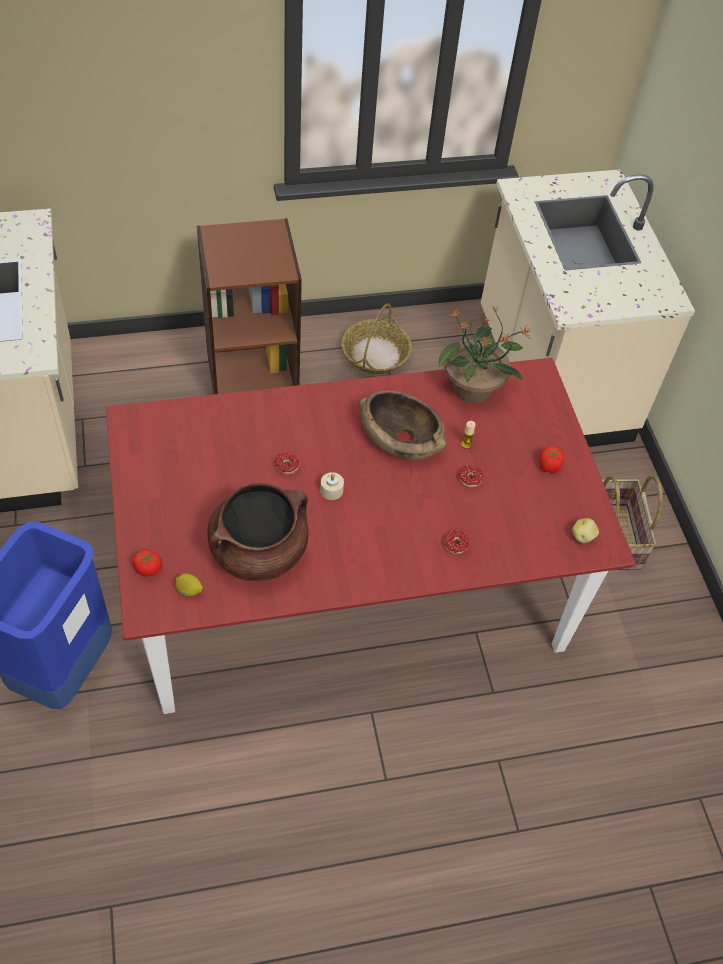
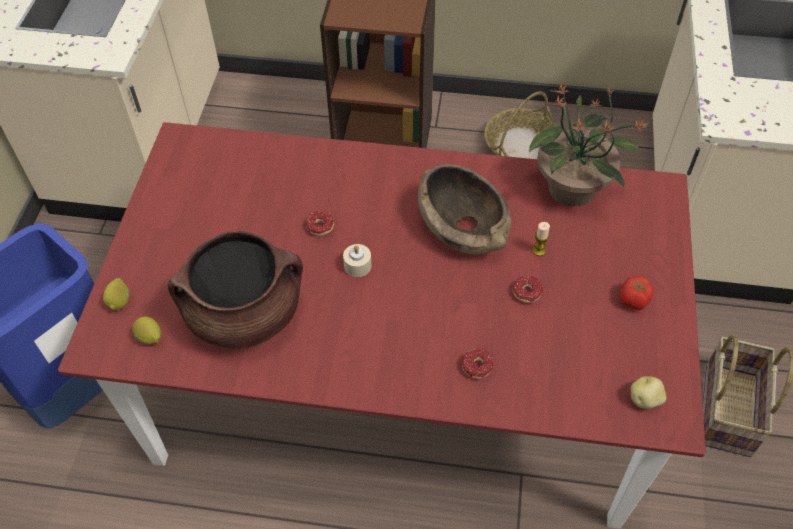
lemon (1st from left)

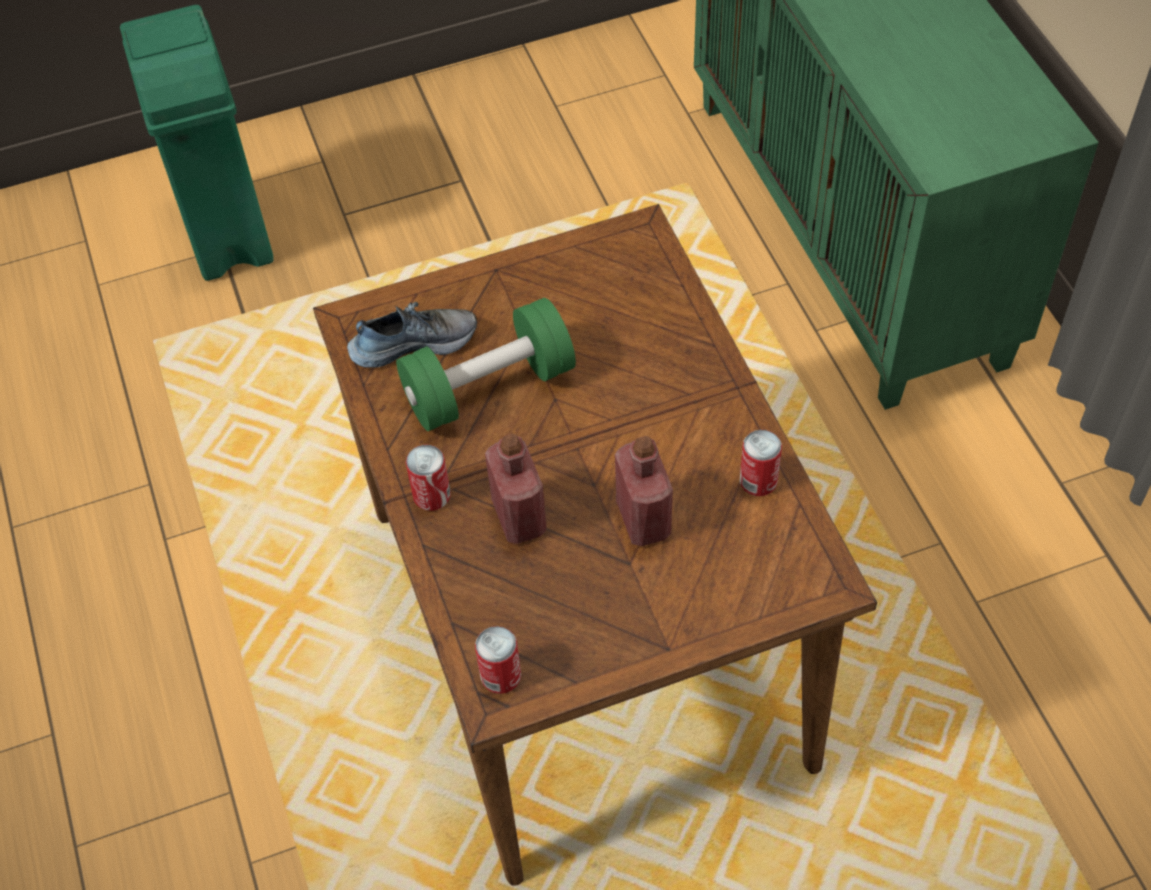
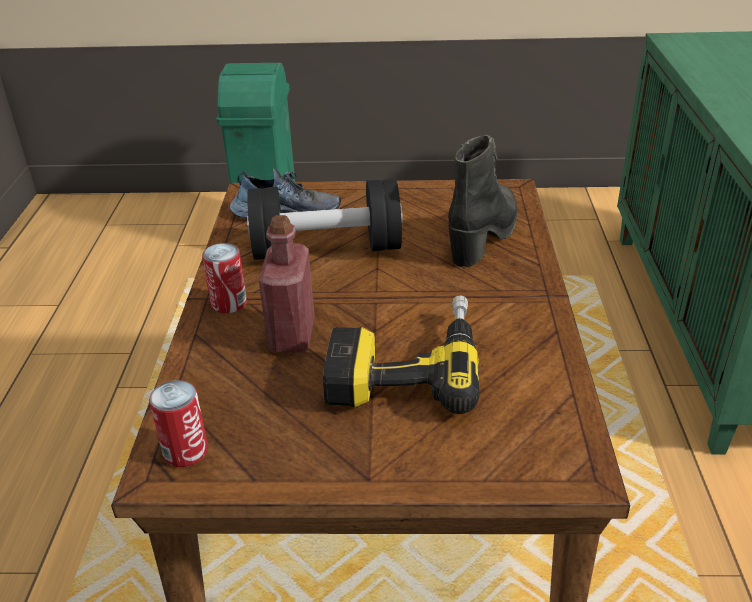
dumbbell in black
power drill
boot in black
can (3rd from left in the first image)

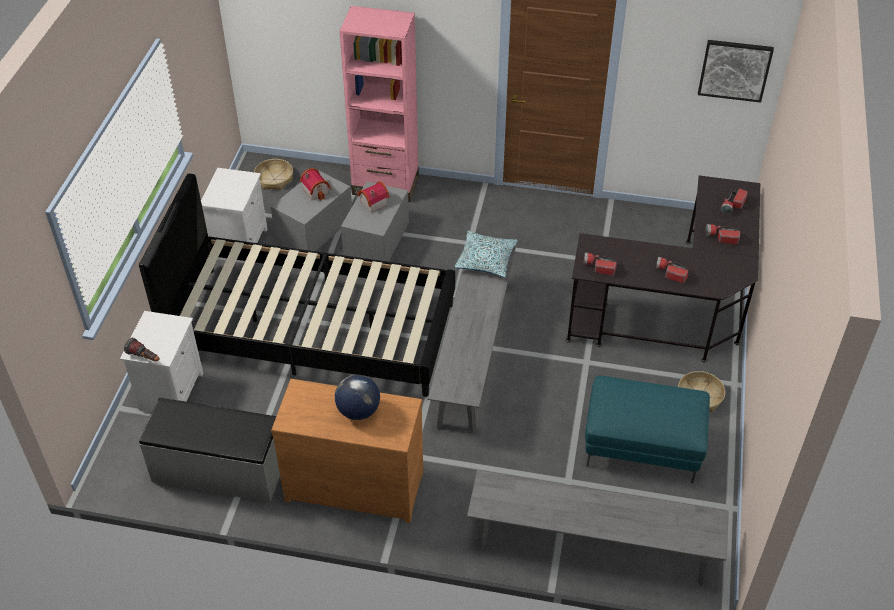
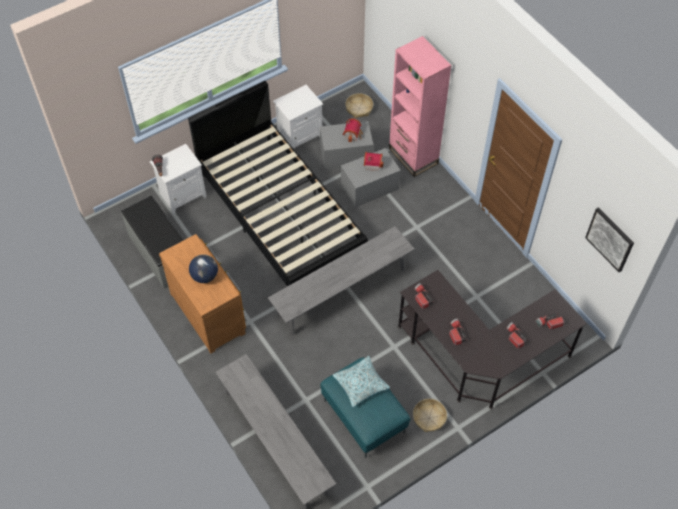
pillow

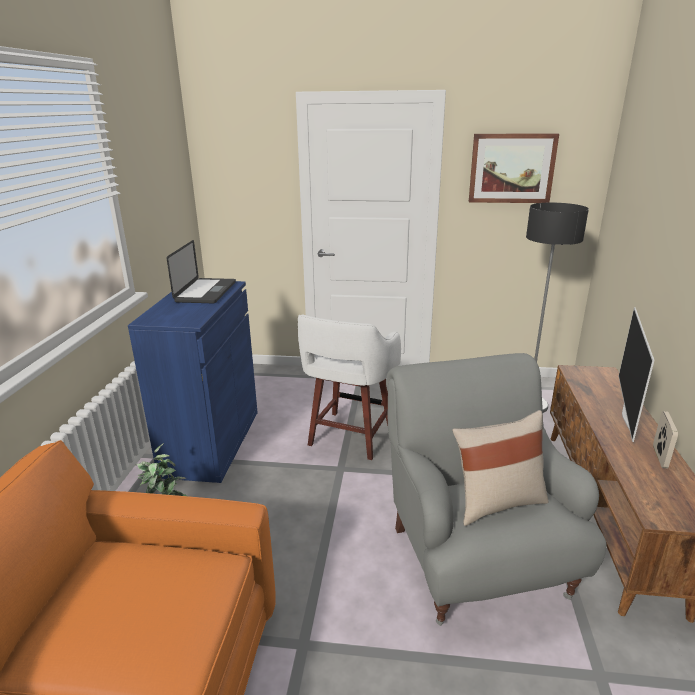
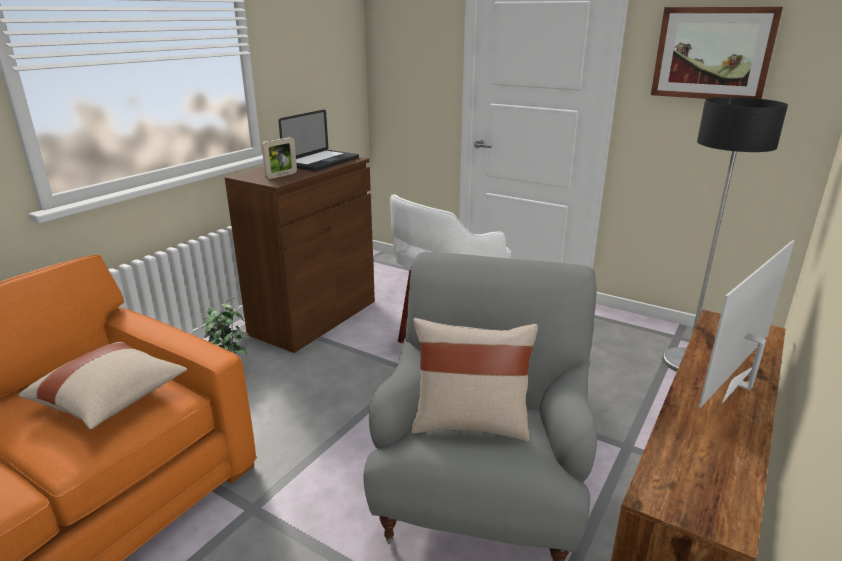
pillow in beige (1st from left)
cabinet in brown
picture frame

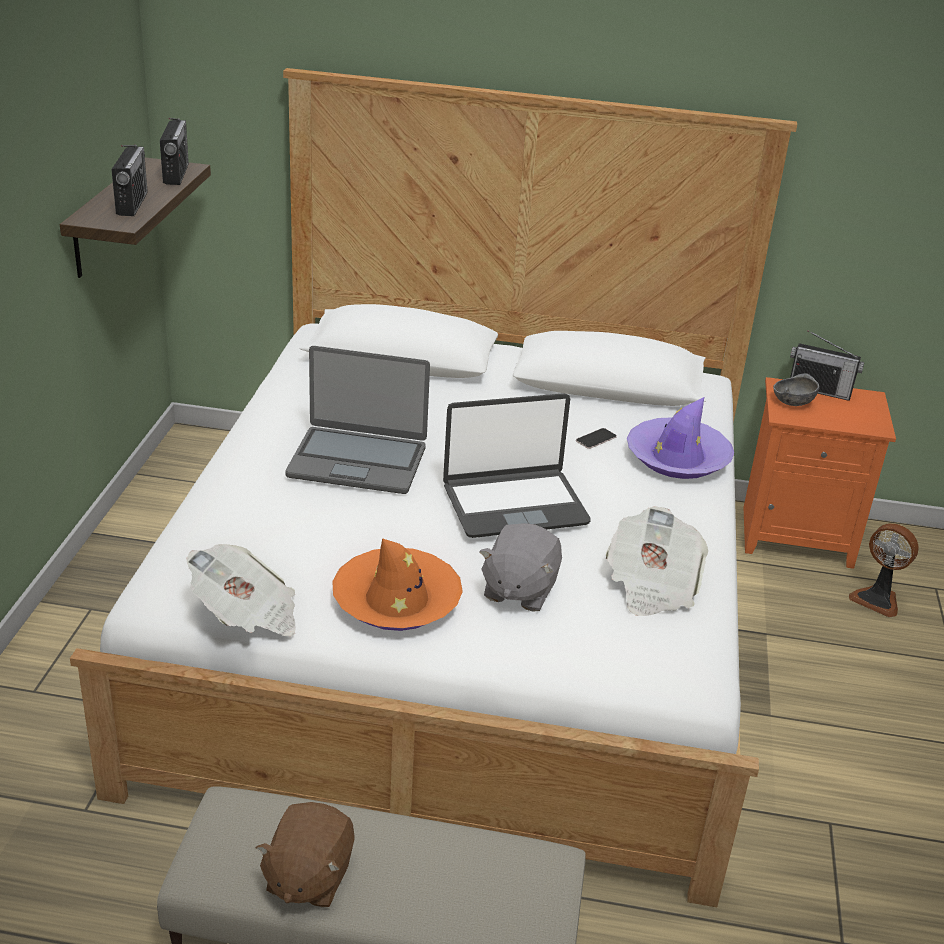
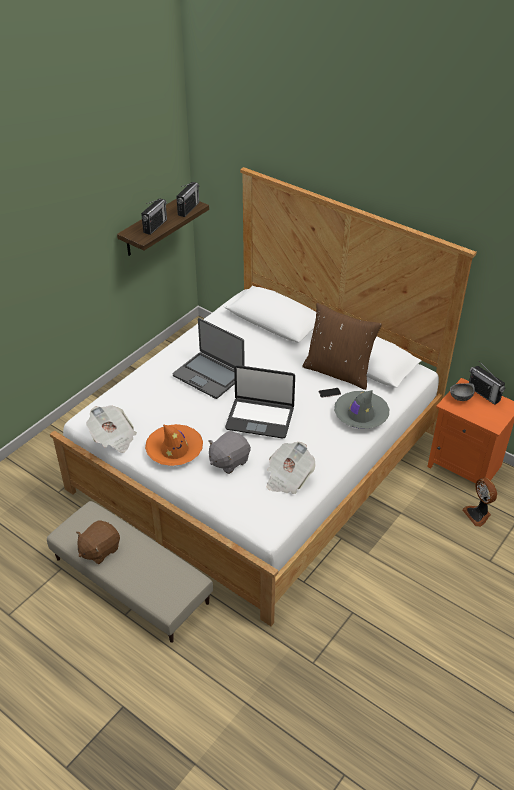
pillow in brown
hat in grey

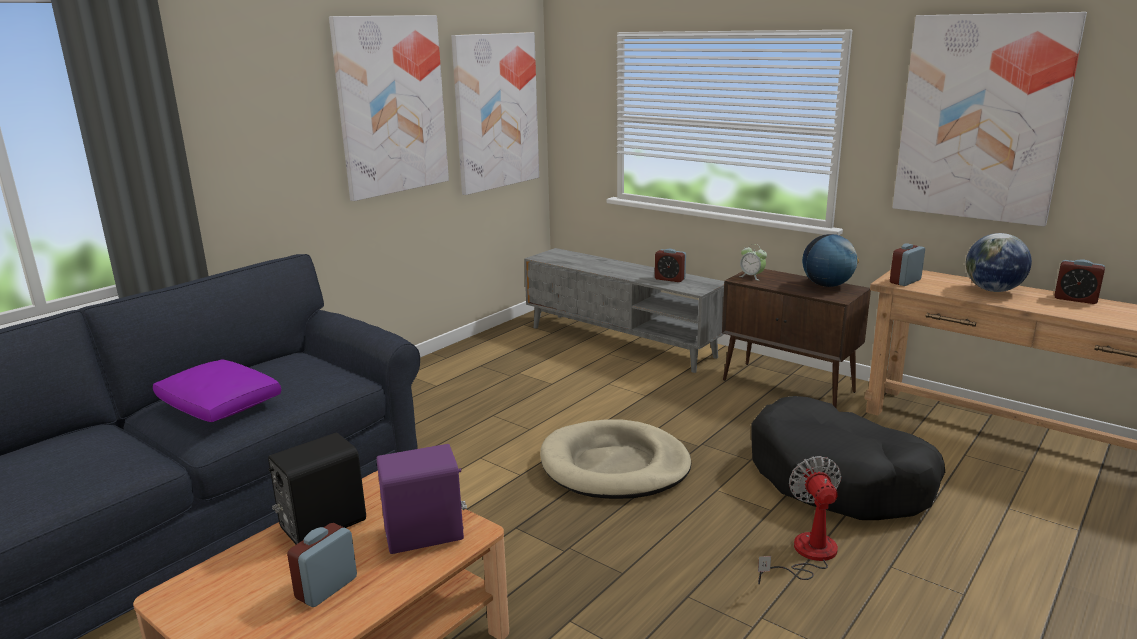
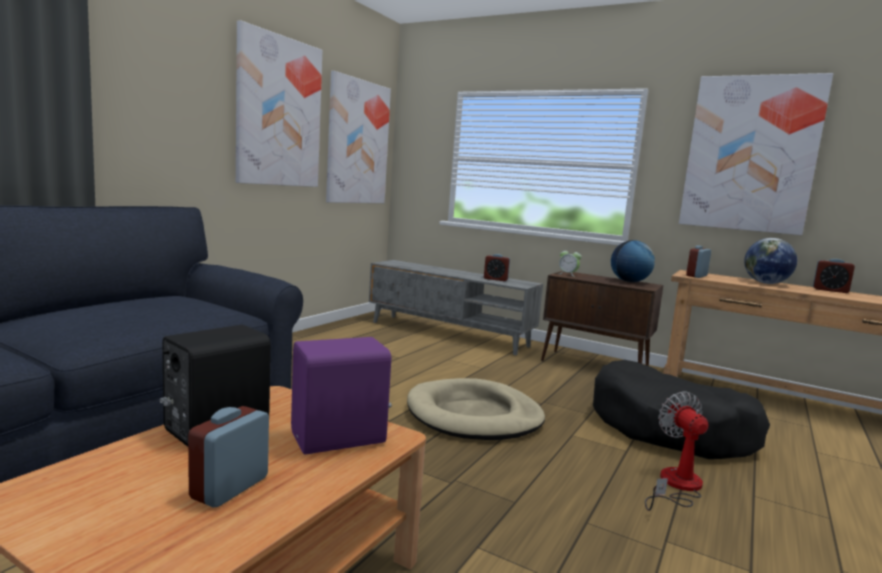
pillow in purple

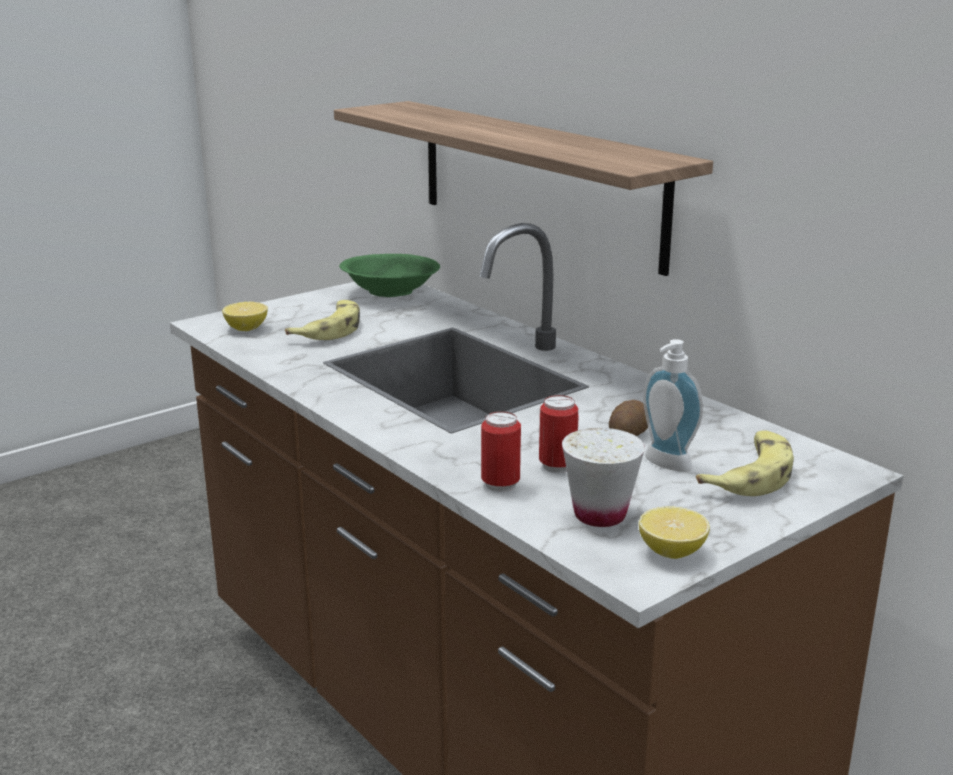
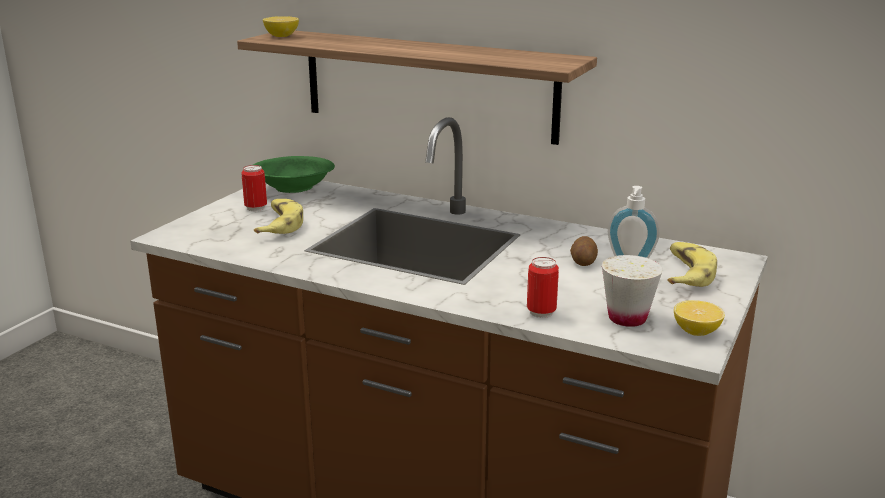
can (1st from left)
lemon (1st from left)

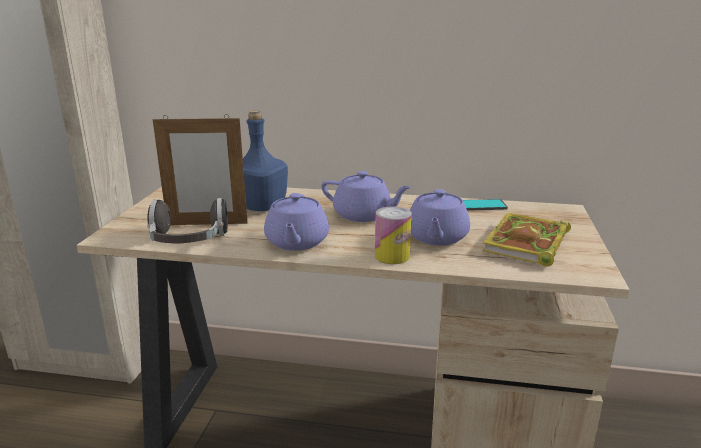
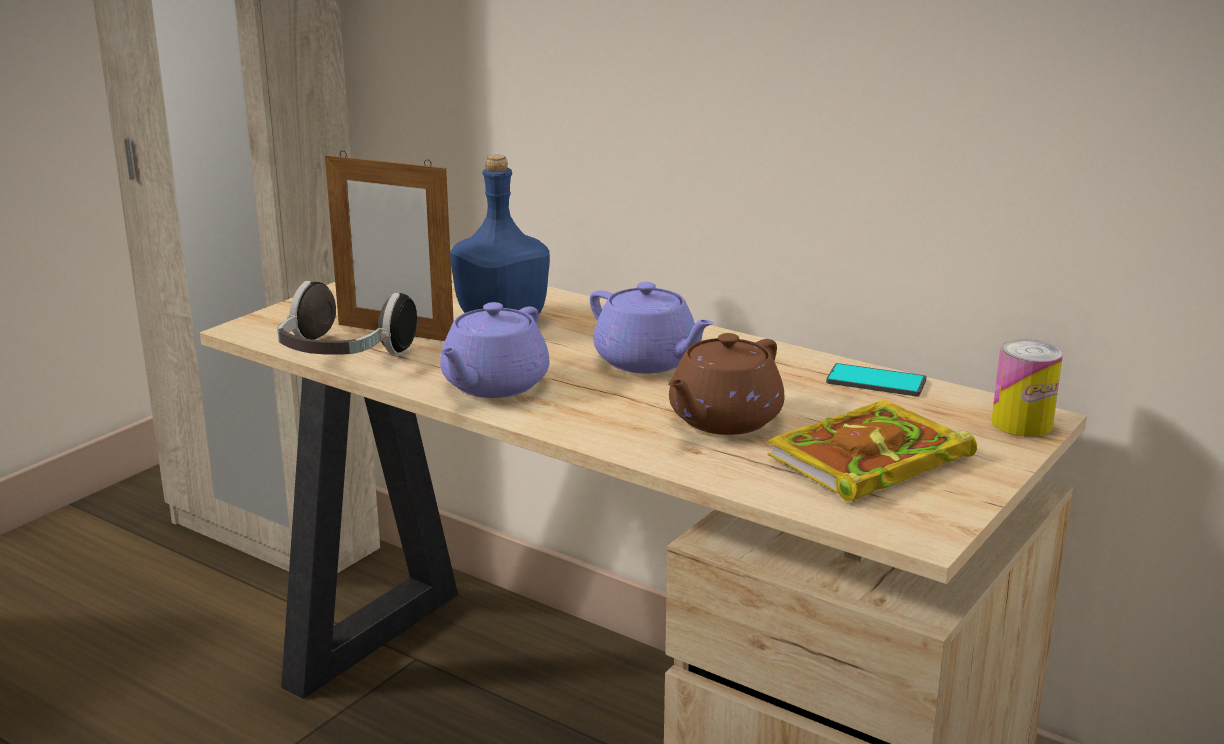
teapot in brown
can

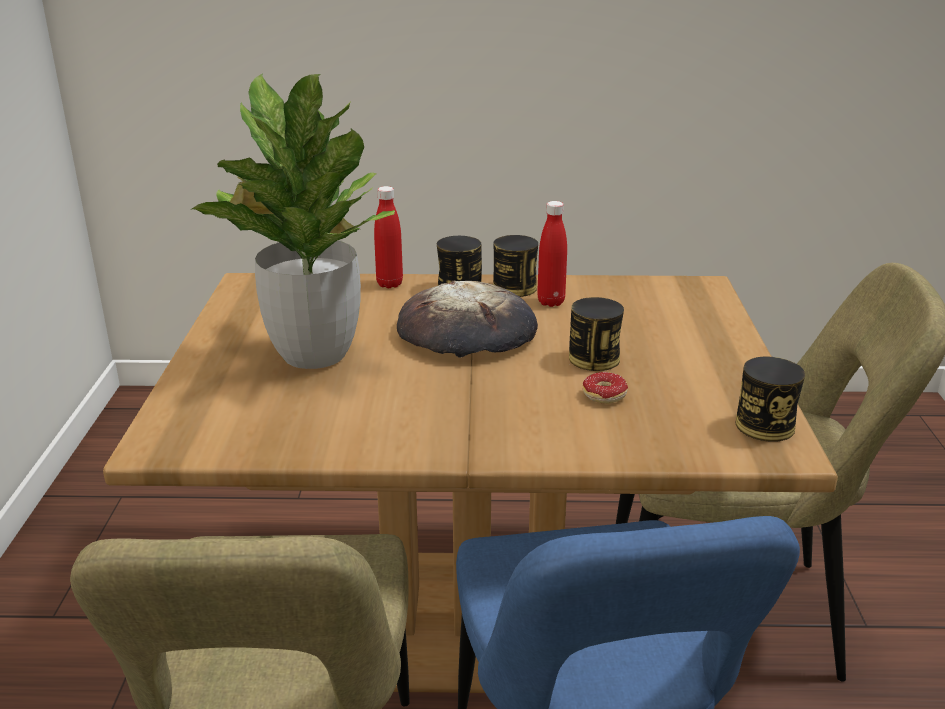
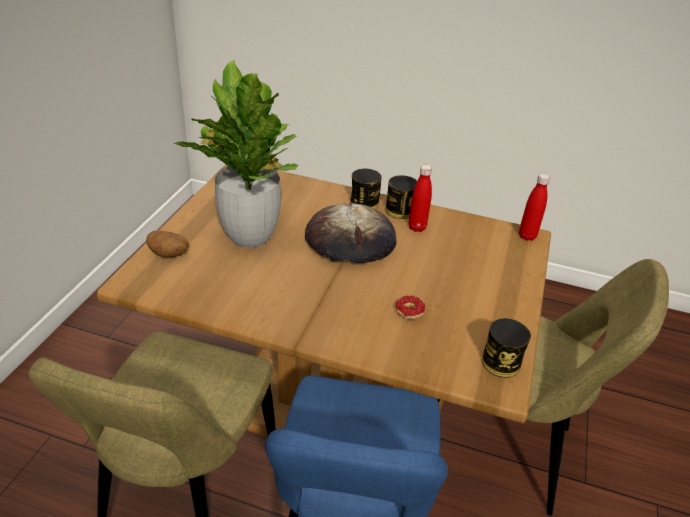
potato
bottle in red (2nd from left)
can (3rd from left in the first image)

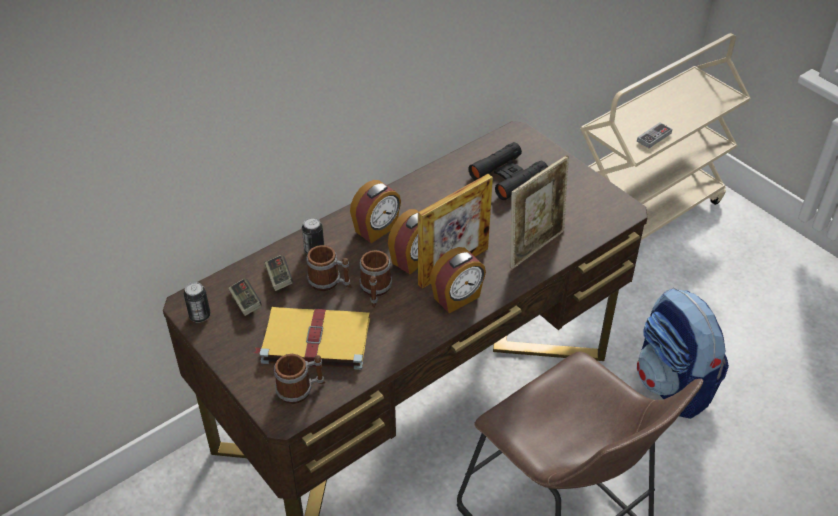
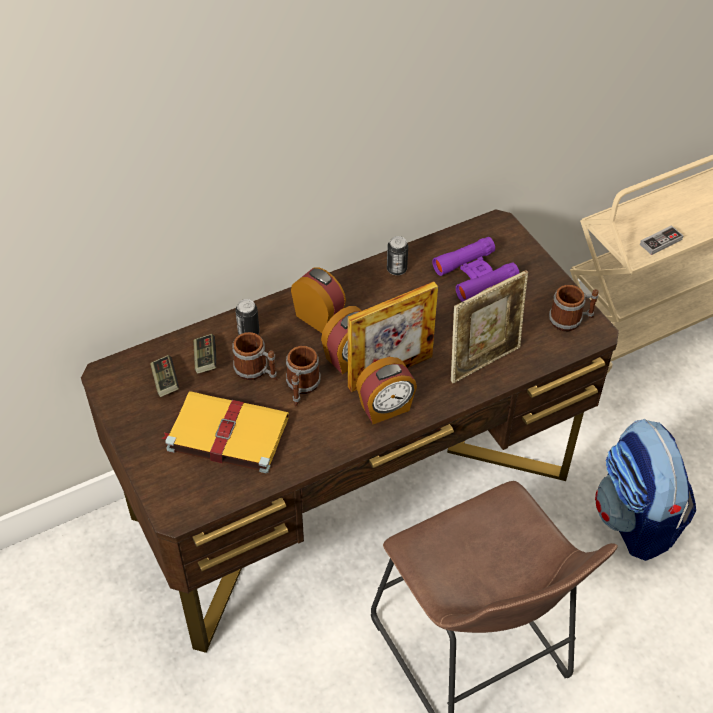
alarm clock (1st from left)
can (2nd from left)
binoculars in purple
mug (3rd from left)

